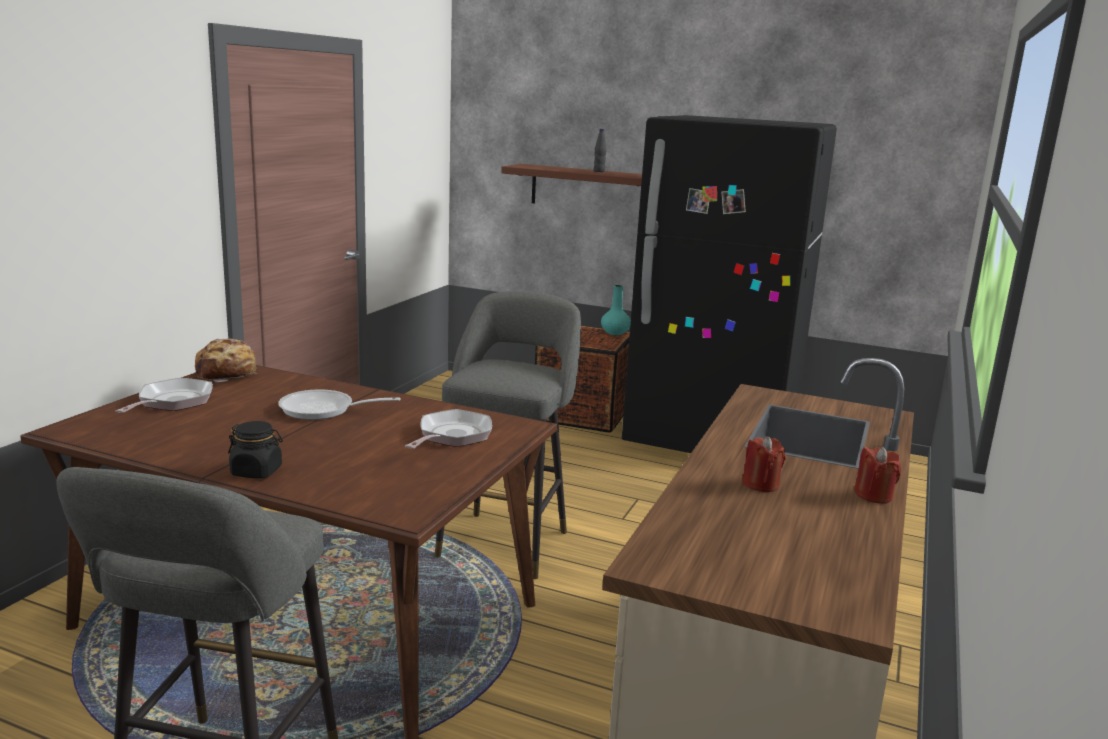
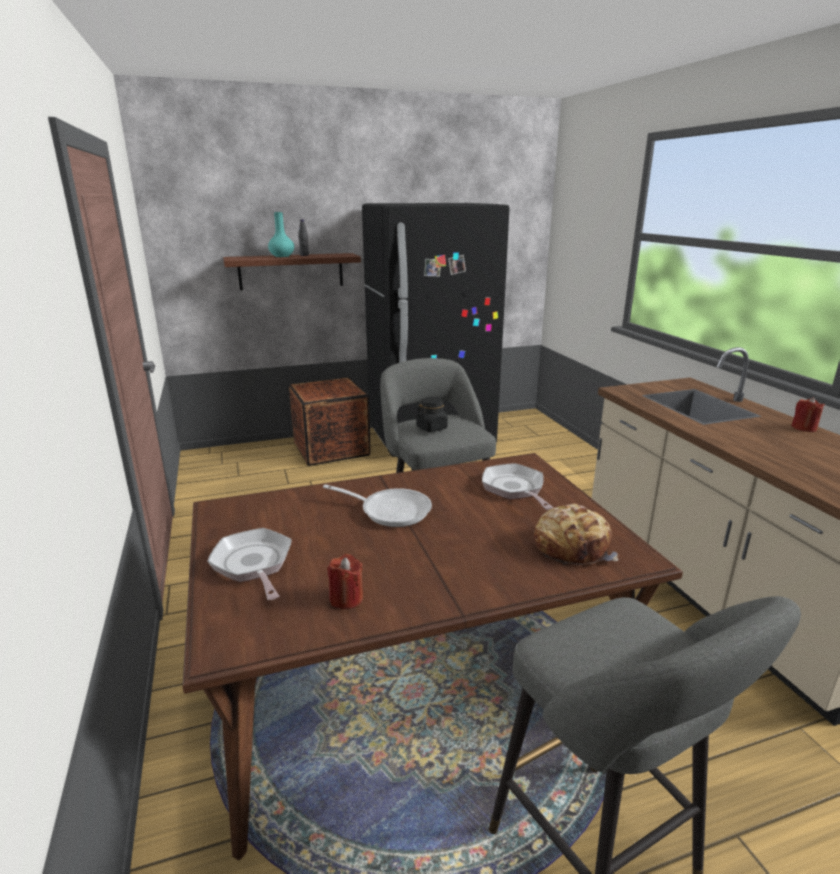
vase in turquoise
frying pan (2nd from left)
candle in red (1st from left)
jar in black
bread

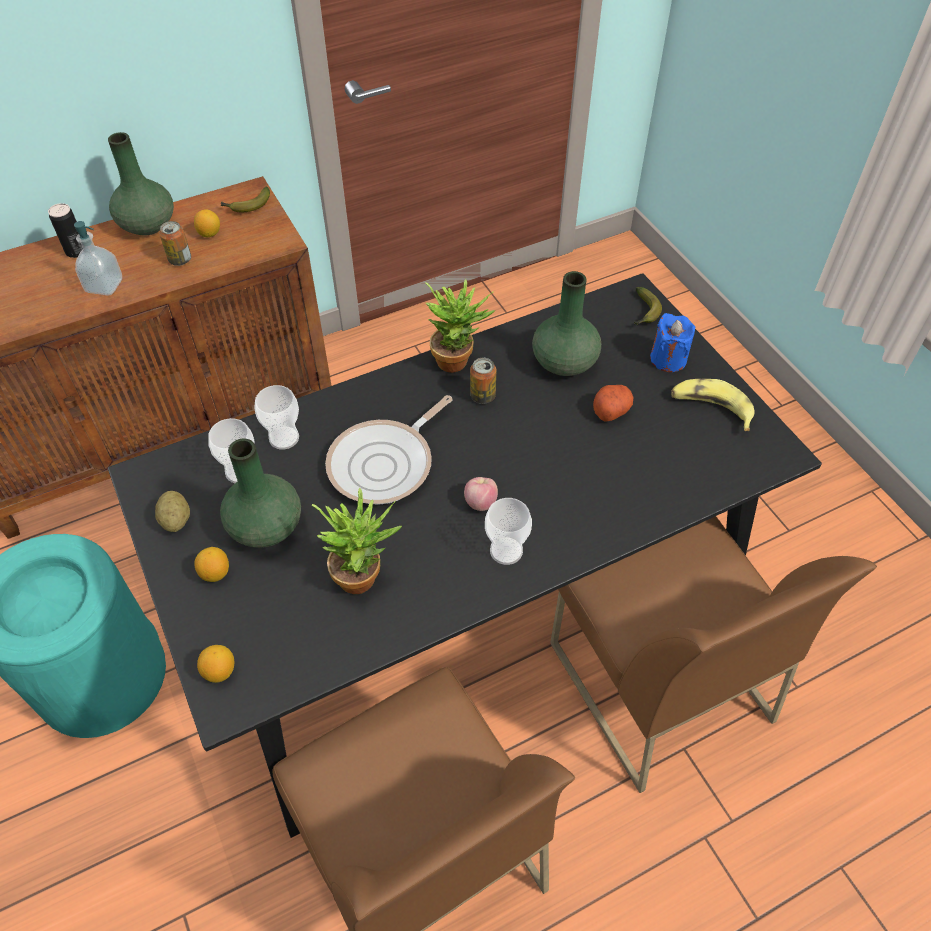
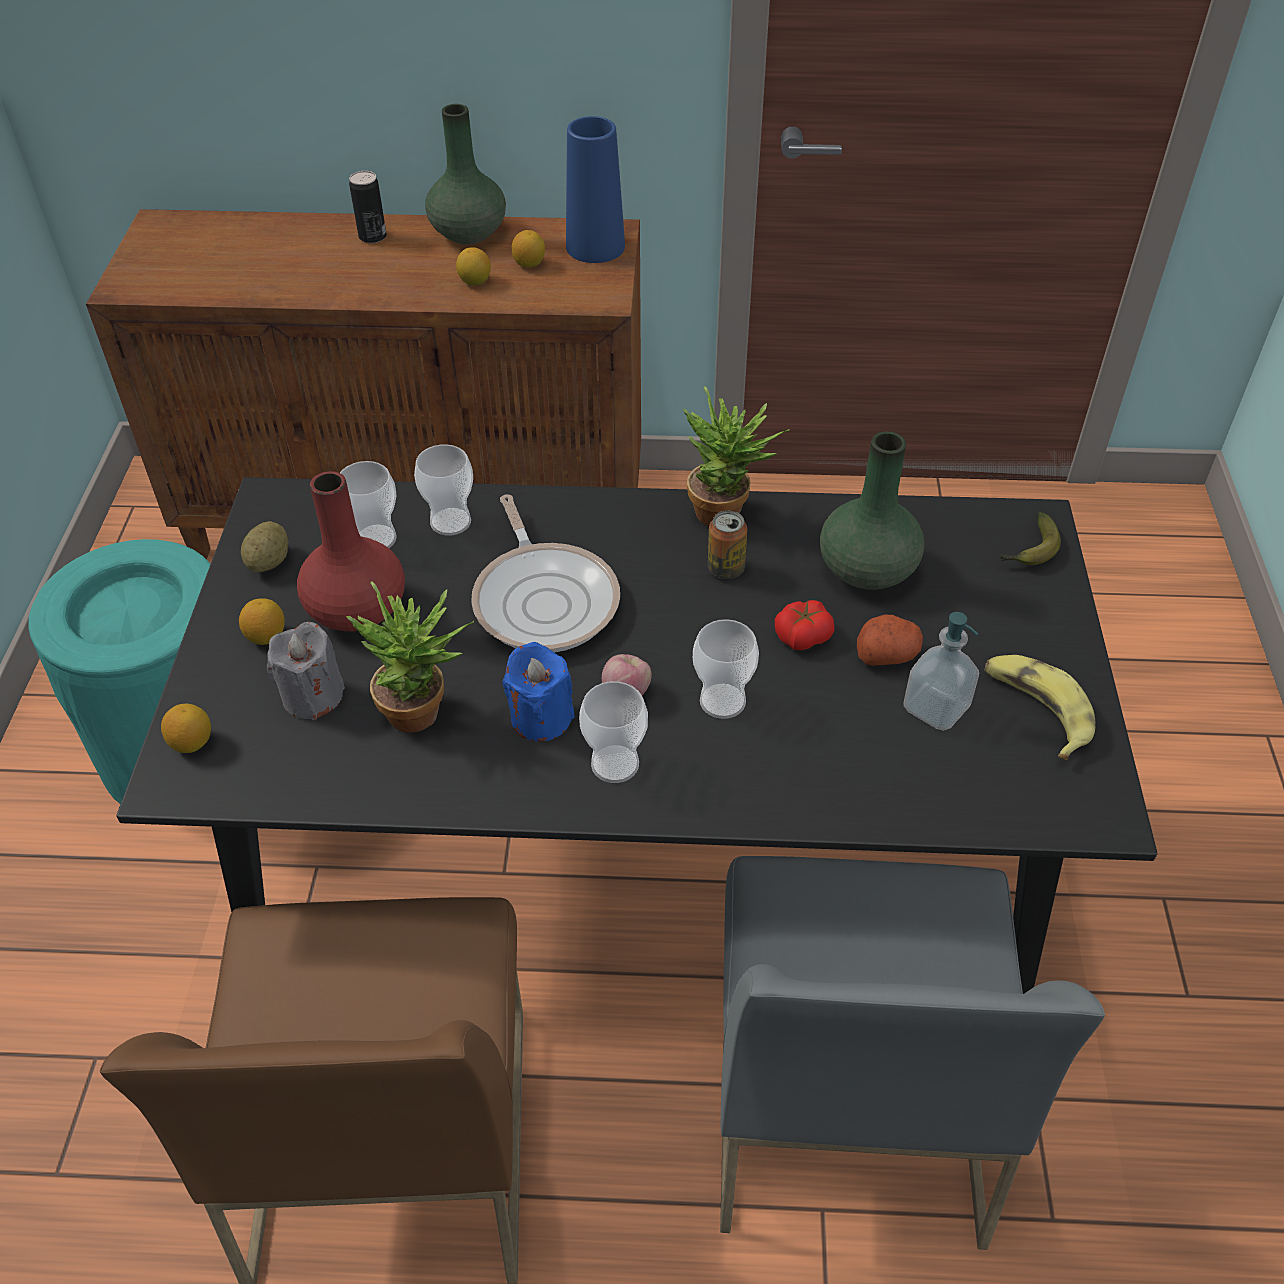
candle in grey
vase in red
lemon (3rd from left)
frying pan
candle in blue
vase in blue
cup (4th from left)
chair in grey
tomato
soap dispenser

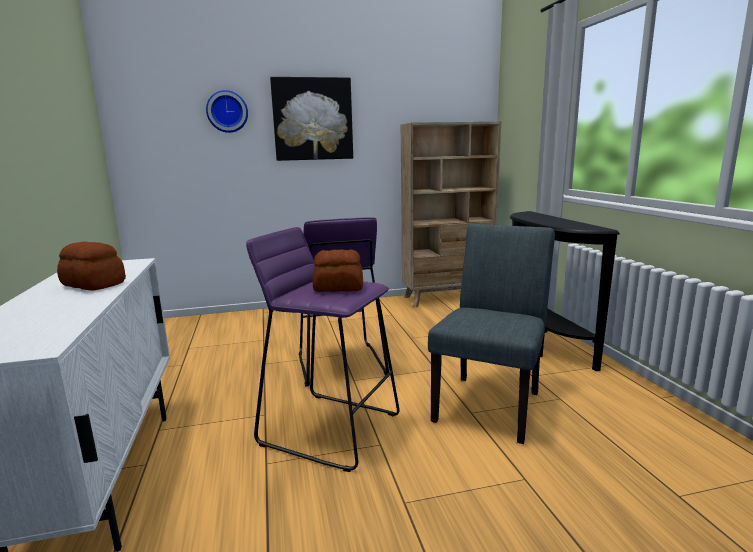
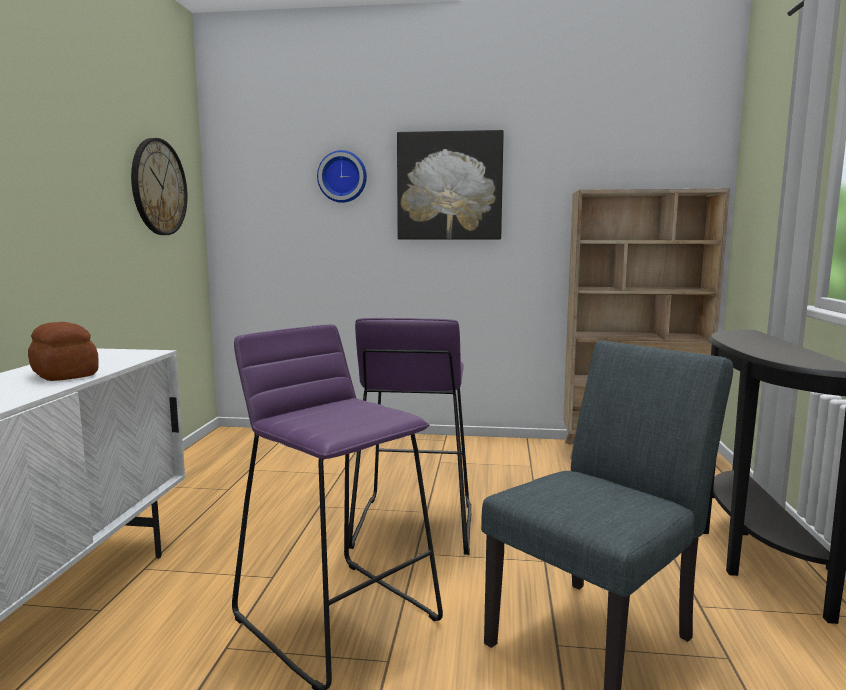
wall clock (1st from left)
bread (2nd from left in the first image)

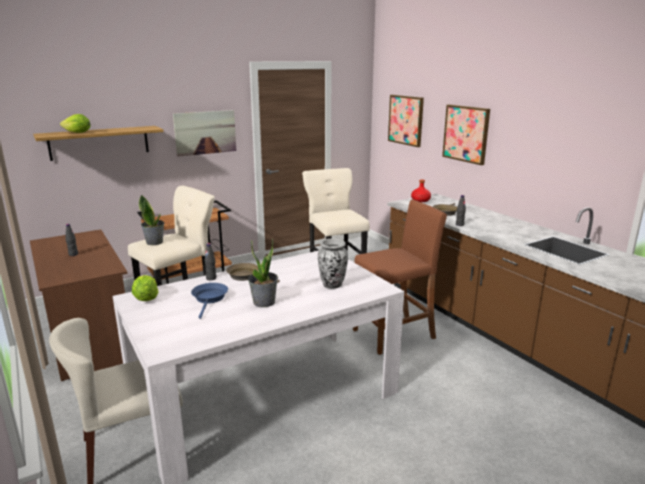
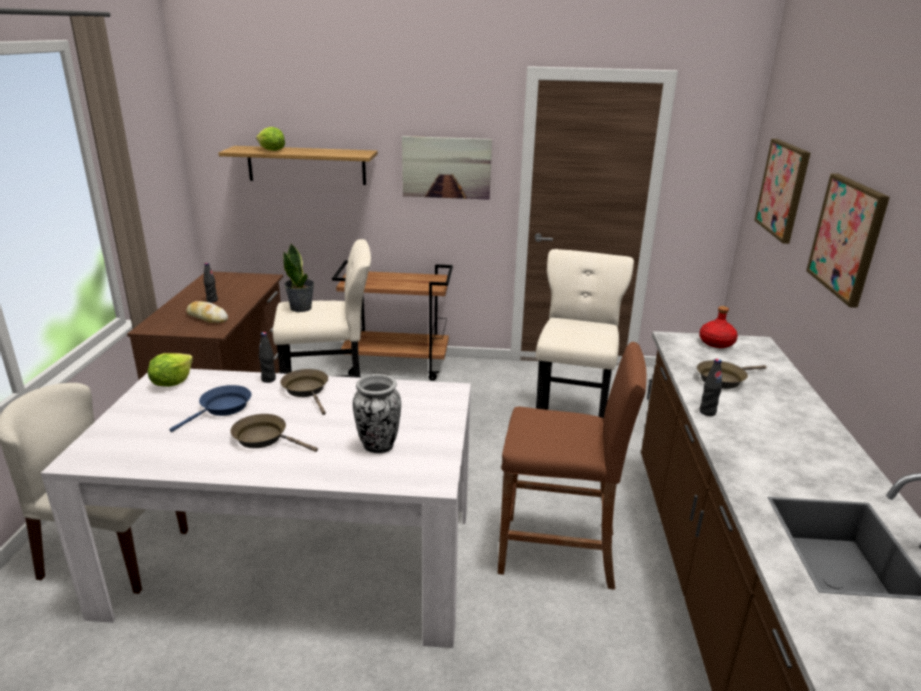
bread
frying pan in brown (1st from left)

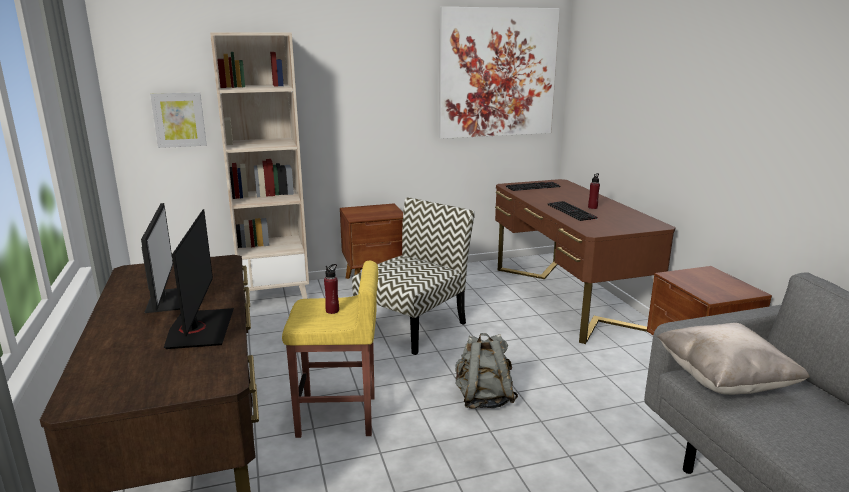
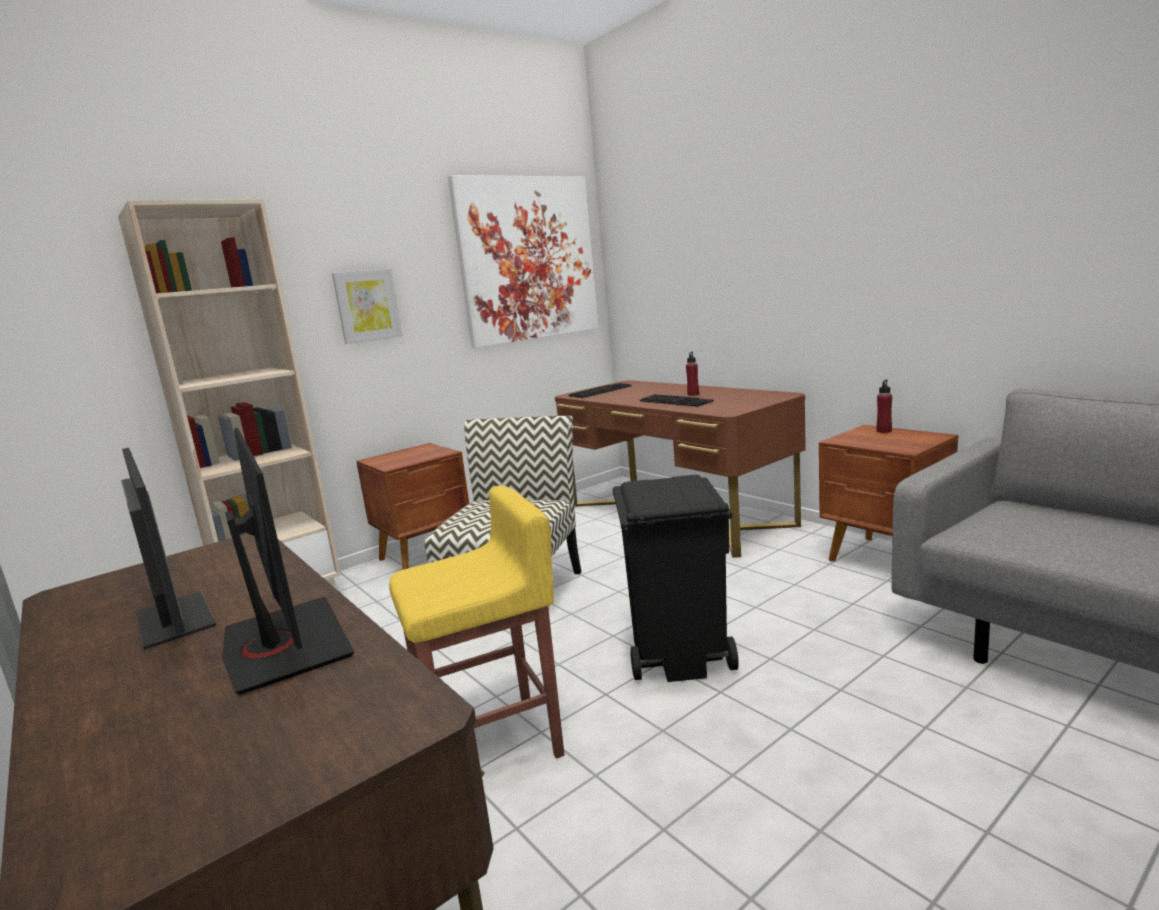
picture (1st from left)
trash can in black
bottle in red (2nd from left)
pillow in beige

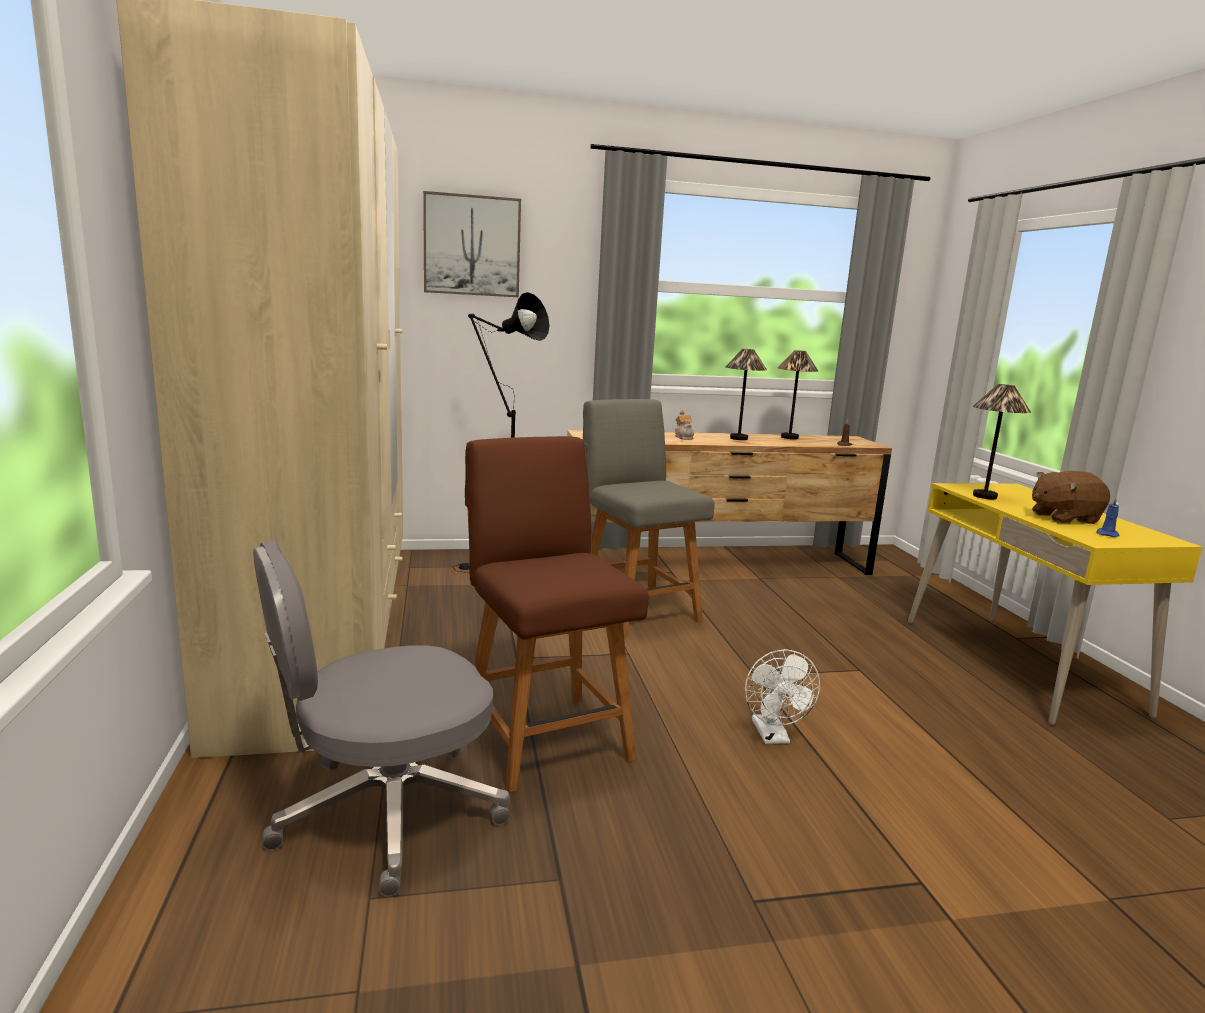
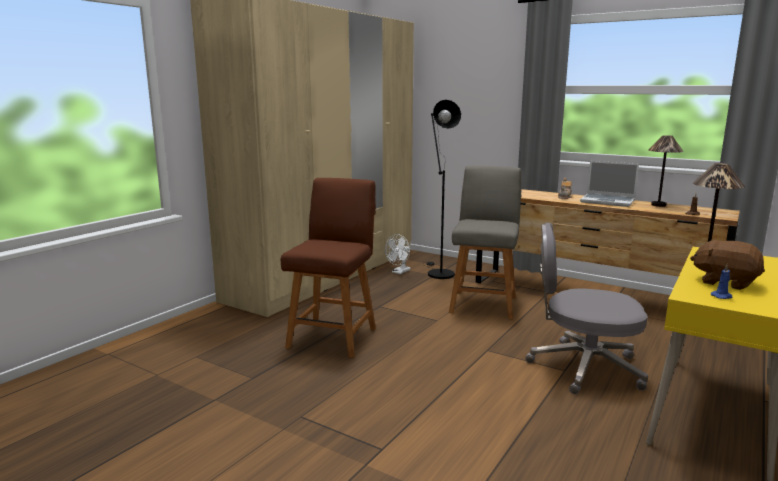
fan in white
office chair in grey
laptop
picture

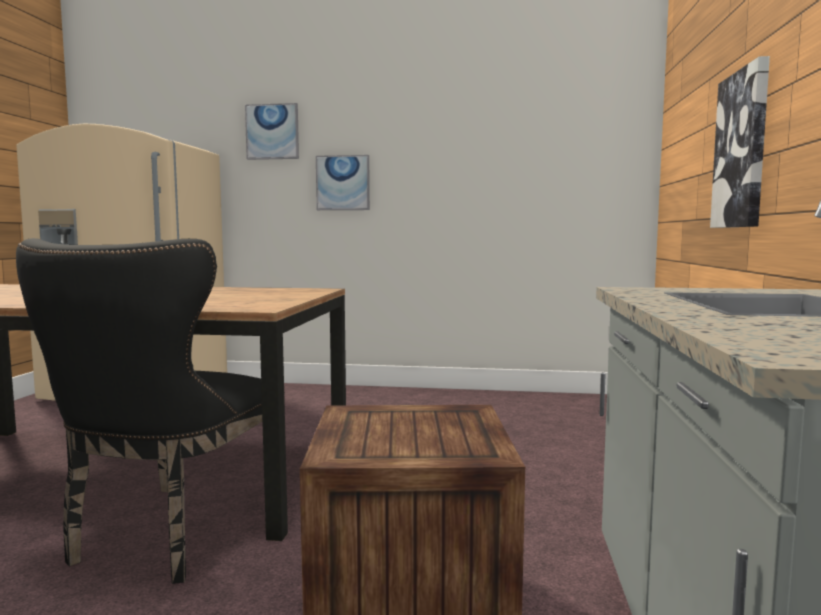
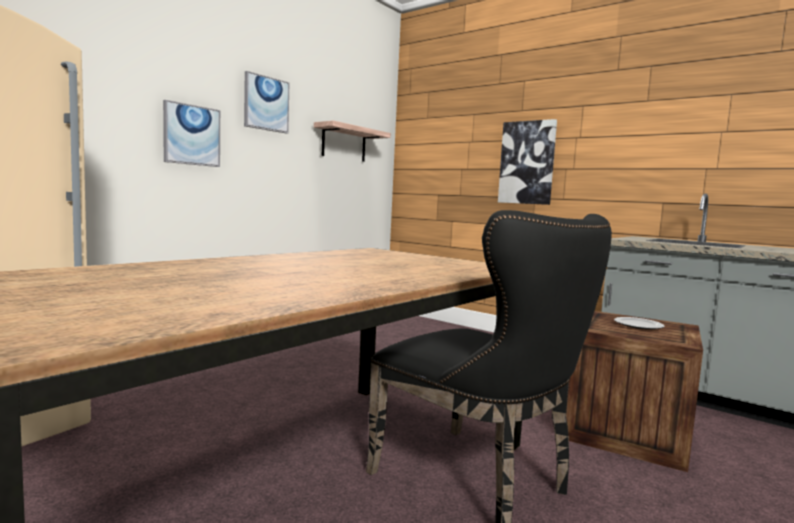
picture (2nd from left)
shelf
plate

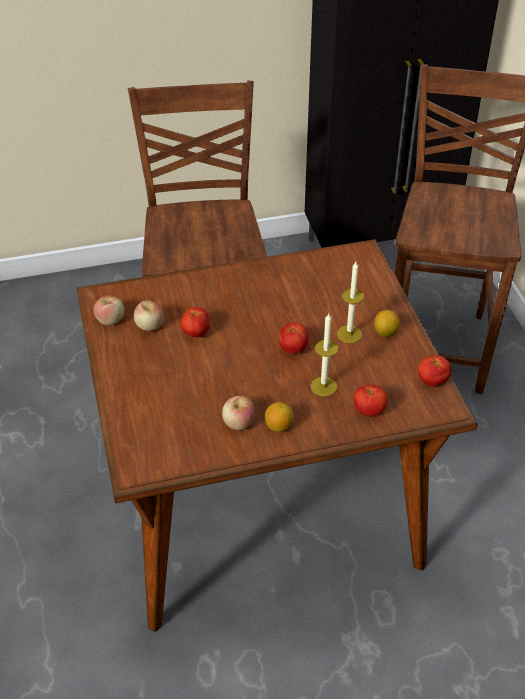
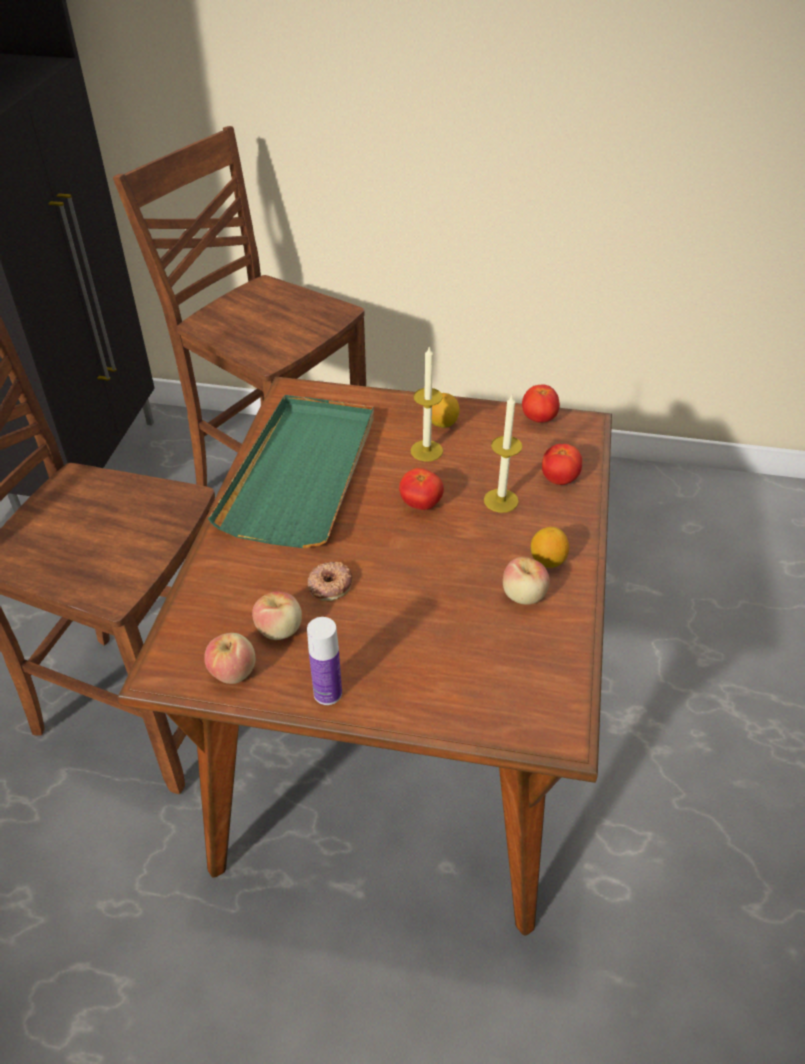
tray in green
bottle
donut

